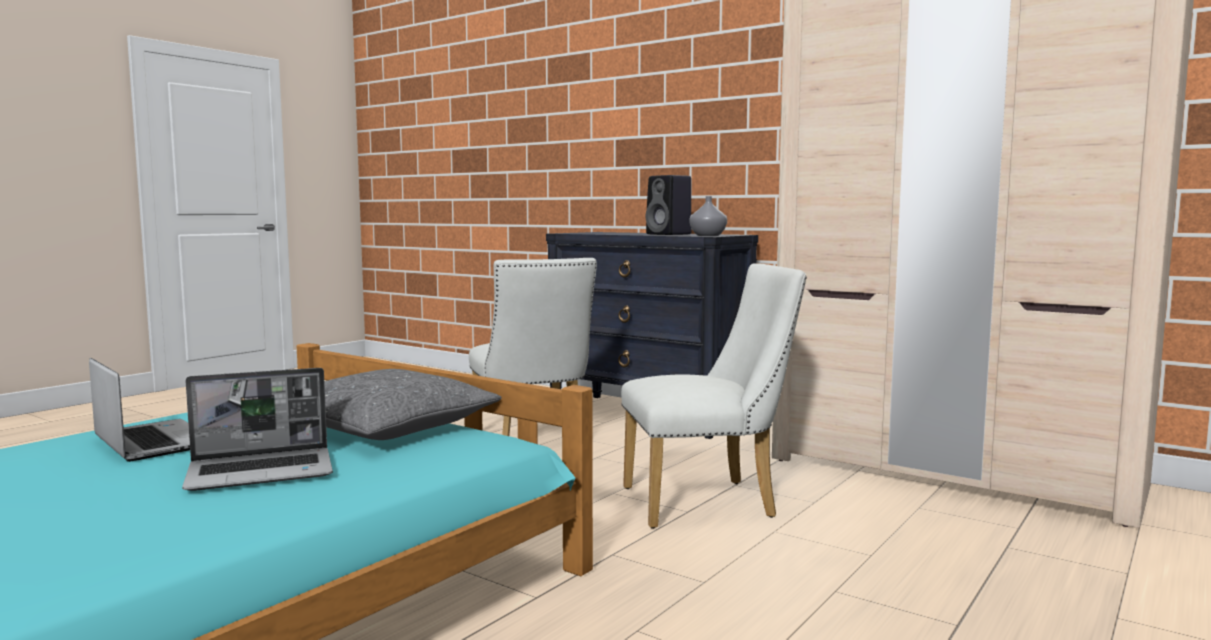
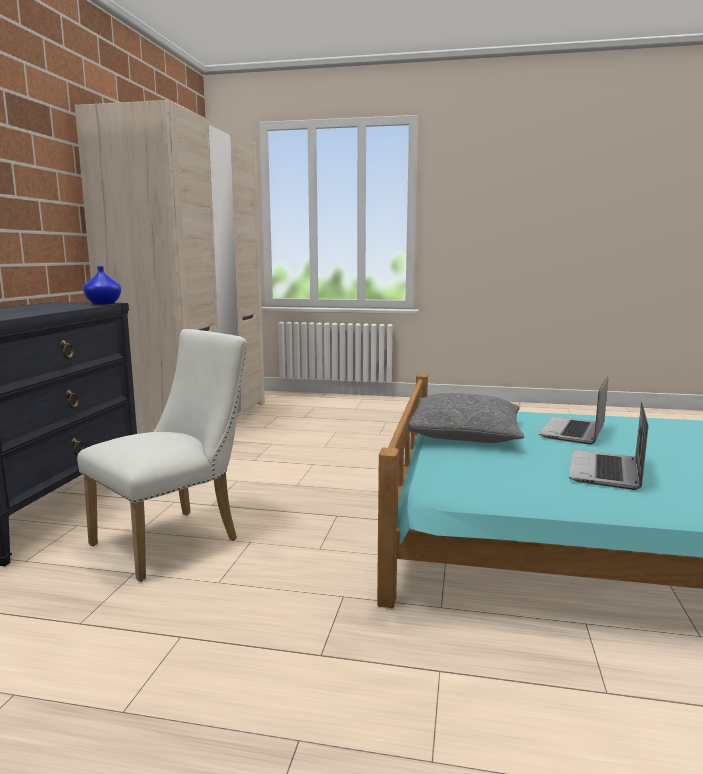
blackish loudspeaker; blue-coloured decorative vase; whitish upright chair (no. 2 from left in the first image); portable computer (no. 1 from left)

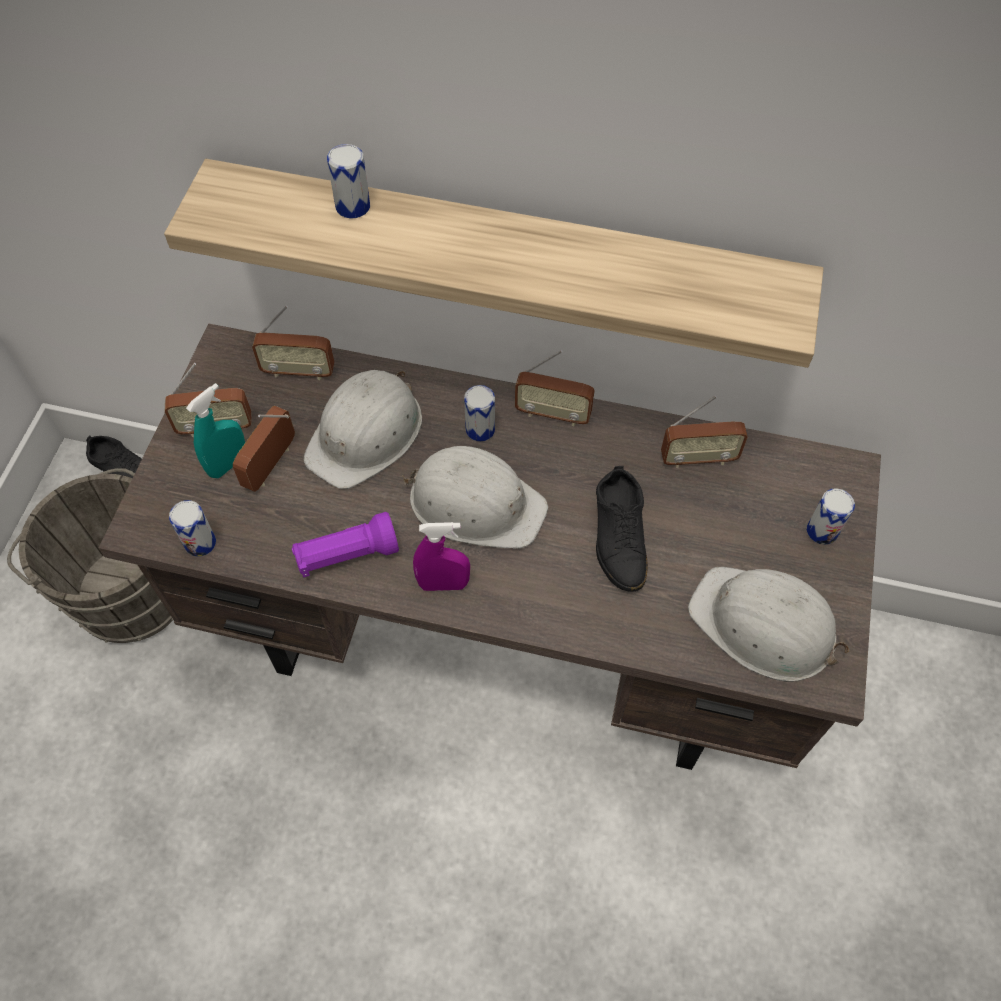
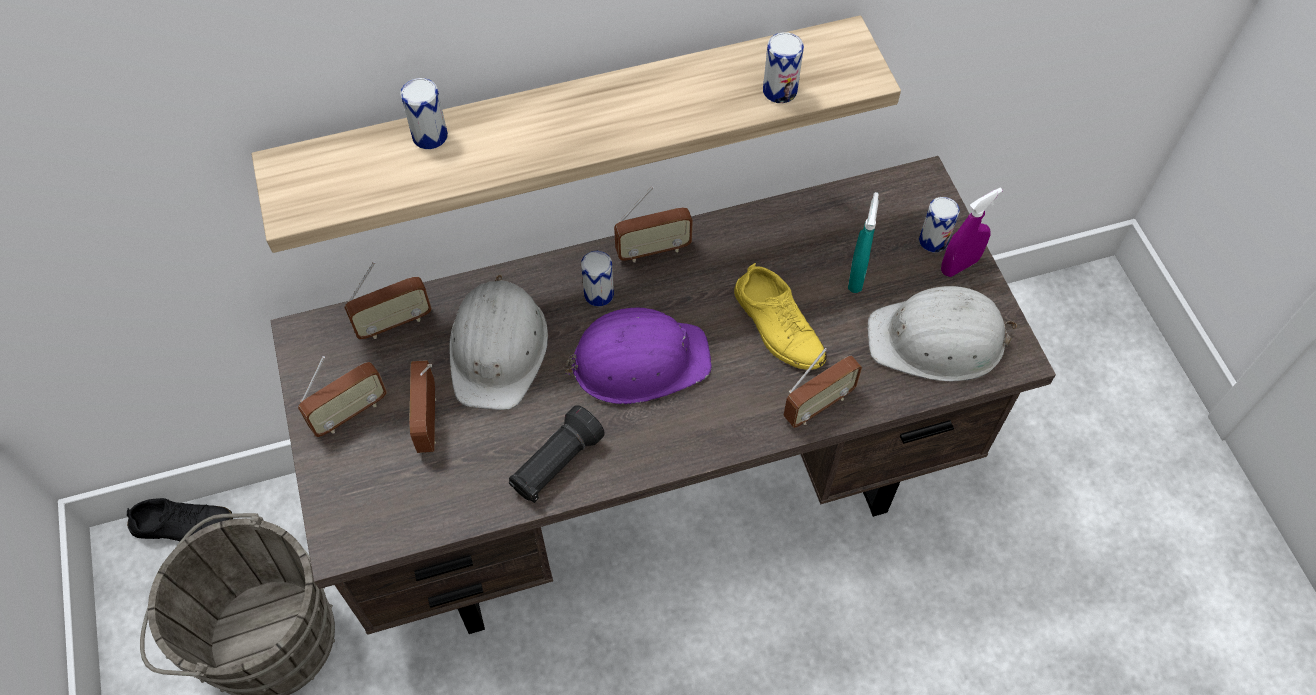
turquoise-coloured sprayer; radio receiver (no. 5 from left); purple-coloured work helmet; yellowish low shoe; metal can (no. 3 from left); blackish torch; purple-coloured sprayer

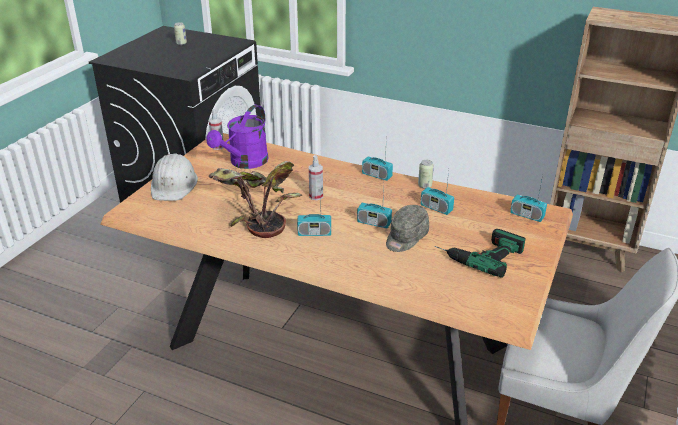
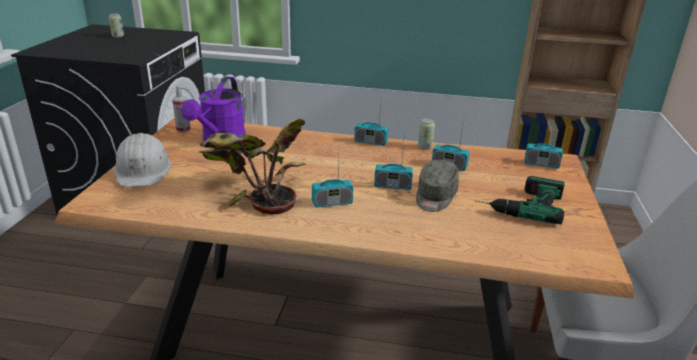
sprayer (no. 2 from left in the first image)

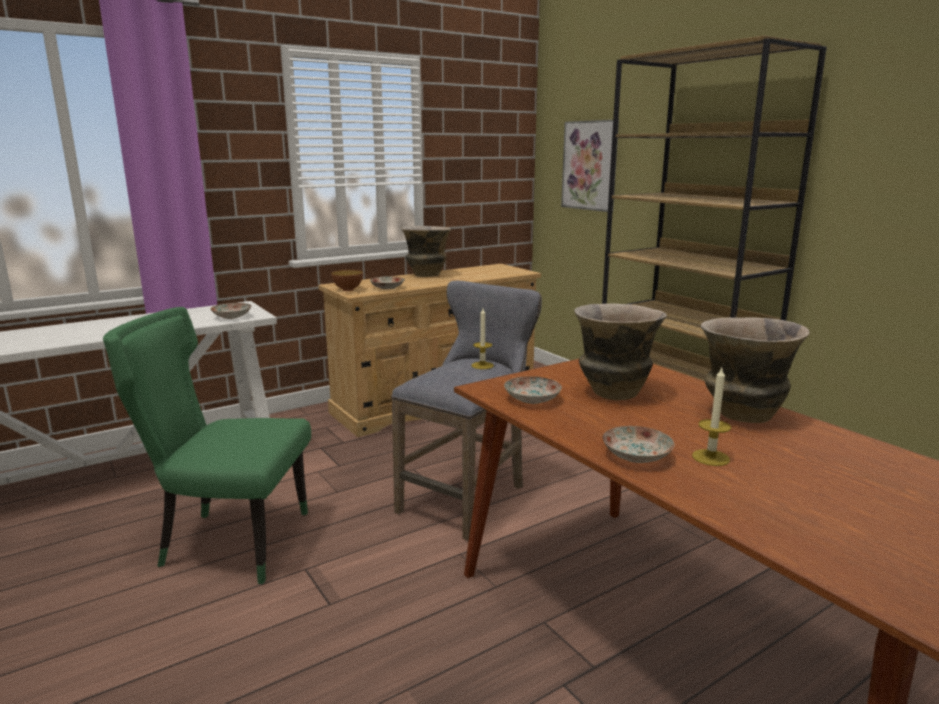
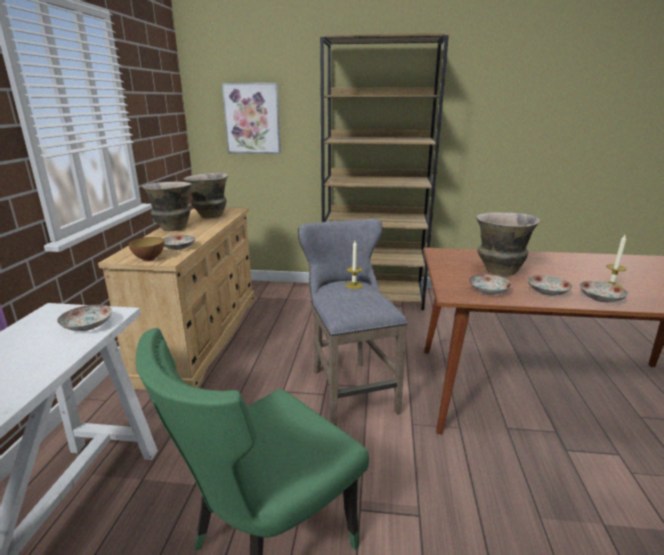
decorative vase (no. 2 from left); dinner plate (no. 4 from left)

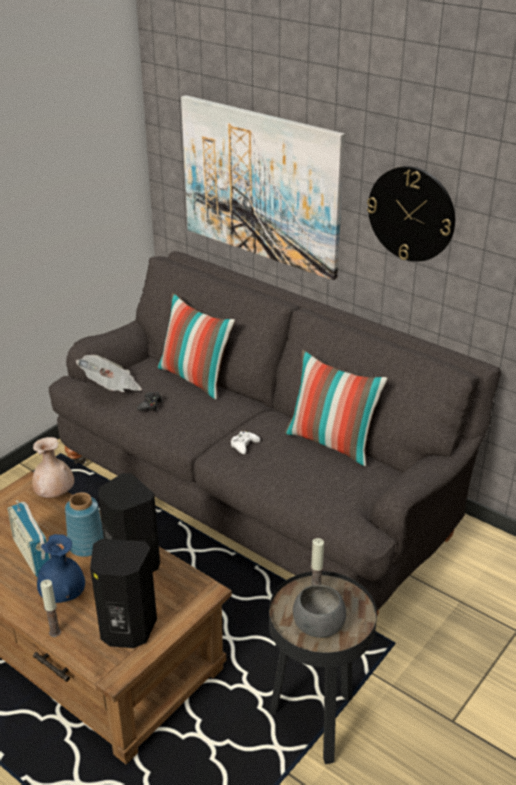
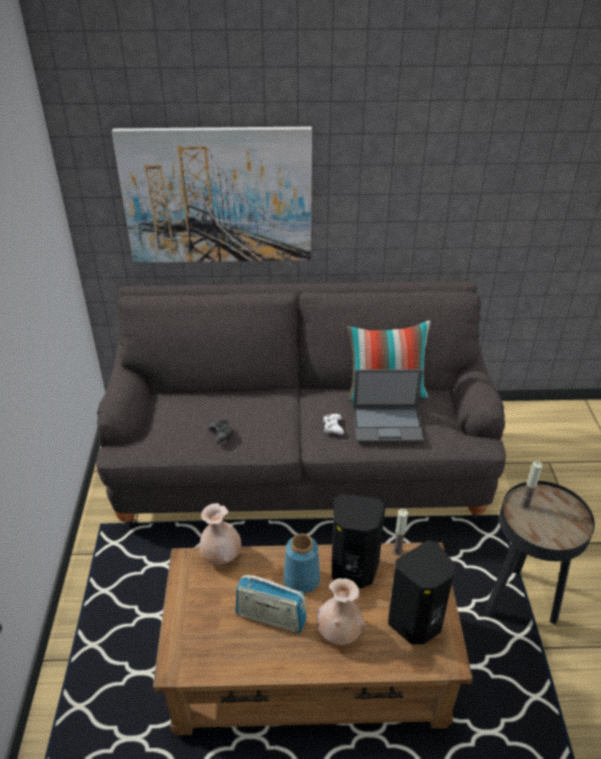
hanging clock; cushion (no. 1 from left in the first image); printed paper; beige decorative vase (no. 2 from left); wax candle (no. 1 from left); greyish serving bowl; portable computer

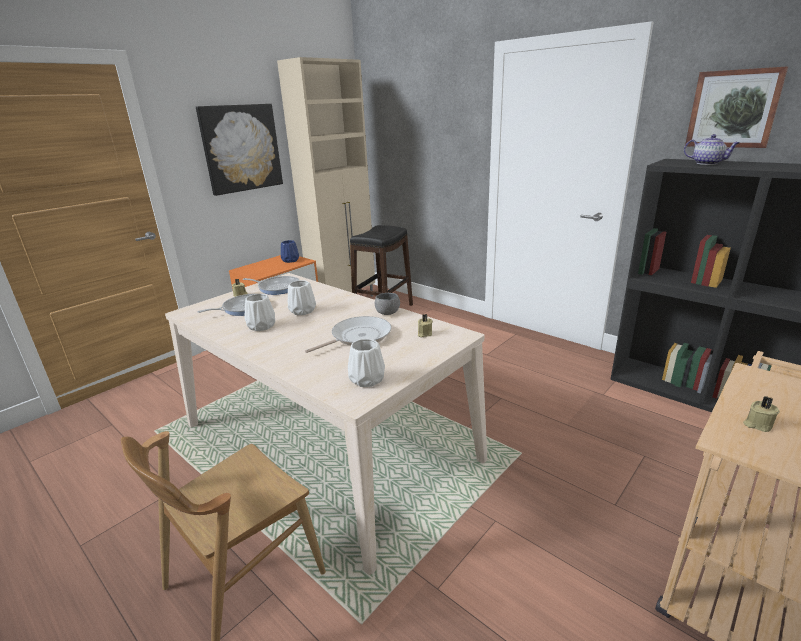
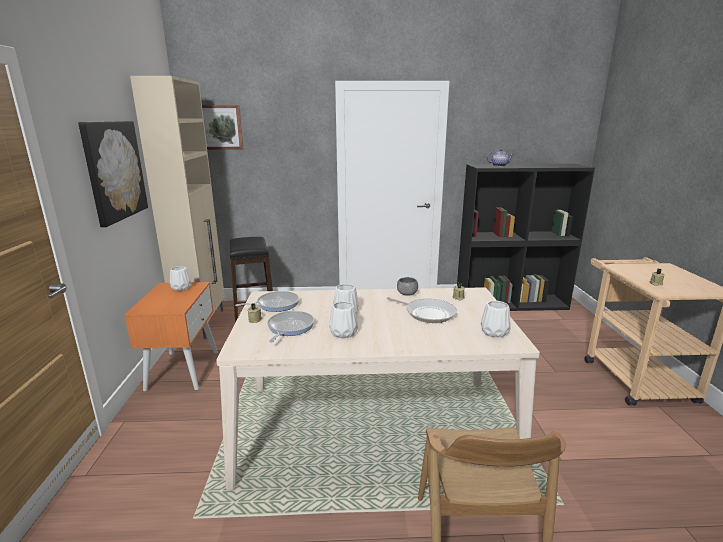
wall art (no. 2 from left); whitish decorative vase (no. 1 from left); frying pan (no. 3 from left)

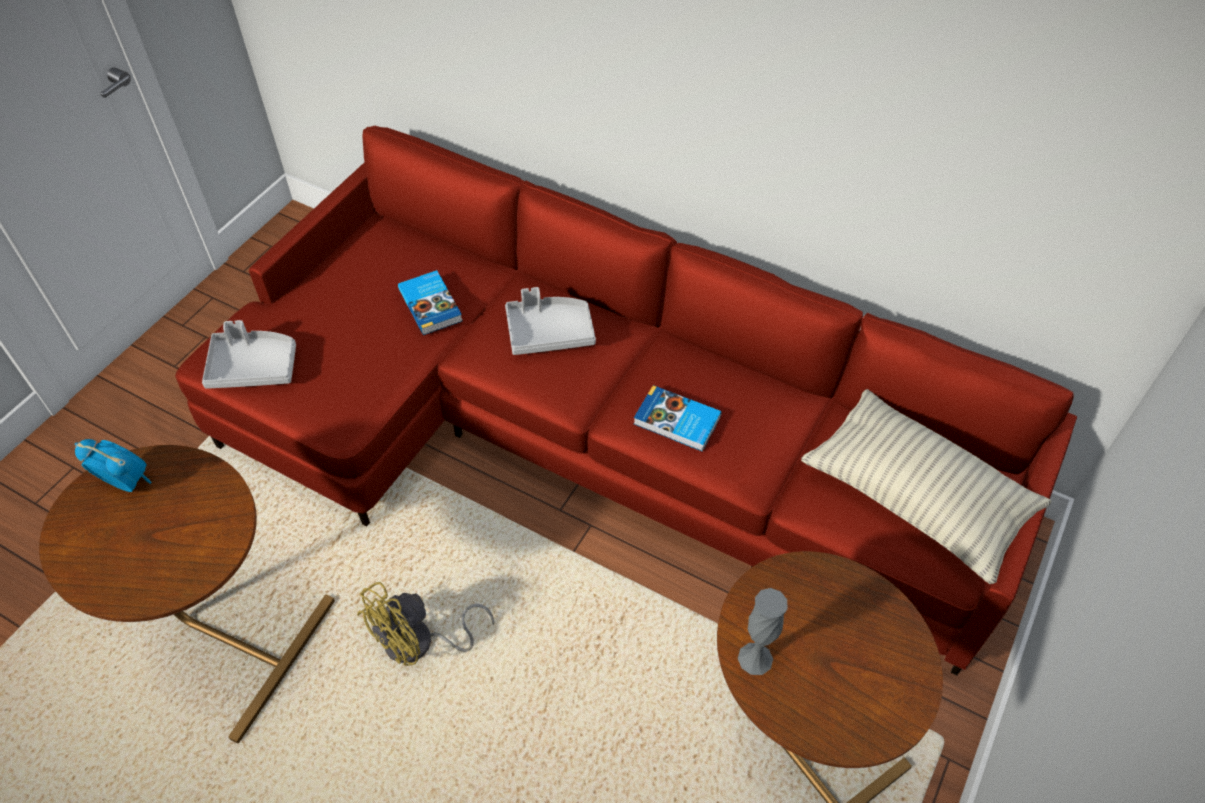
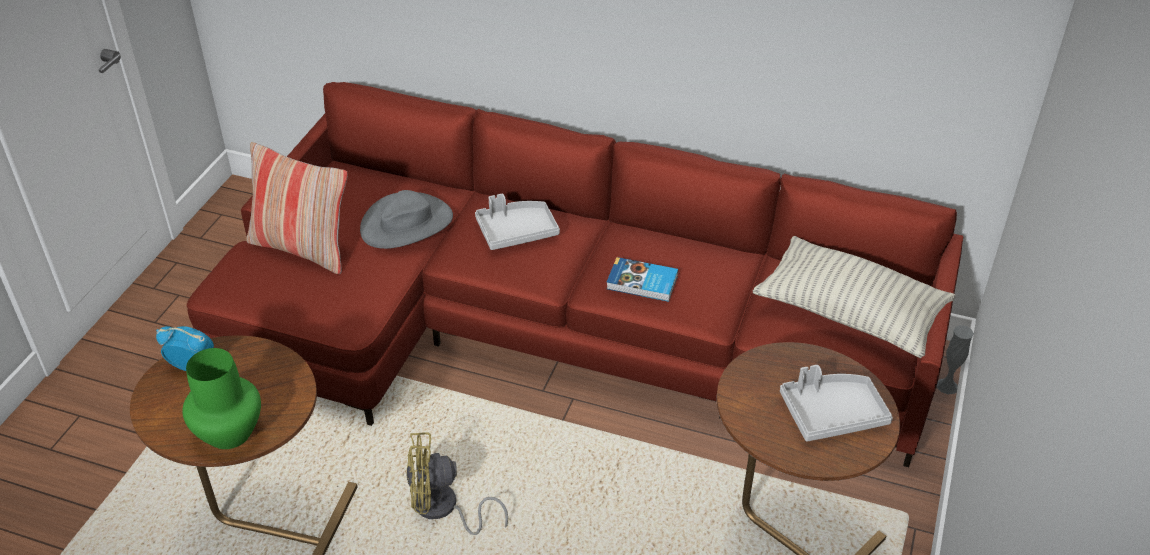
greyish hat; greyish serving tray (no. 2 from left); yellowish cooling fan; greyish decorative vase; cushion (no. 1 from left); green decorative vase

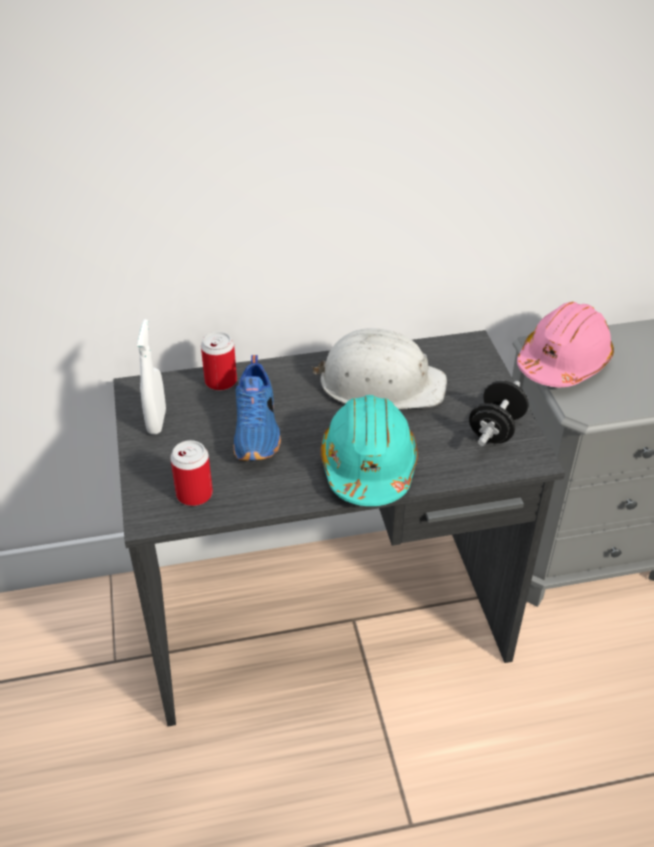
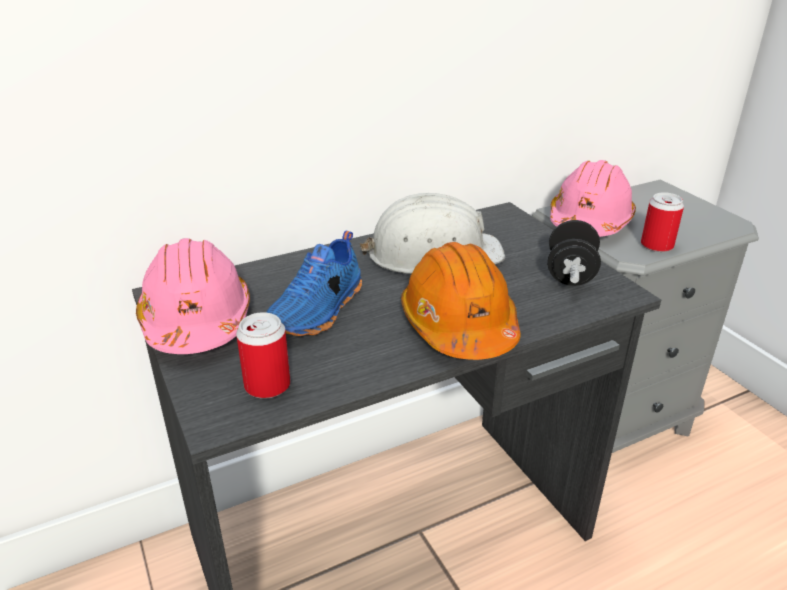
pink work helmet (no. 1 from left); metal can (no. 2 from left); blue-coloured low shoe; orange-coloured work helmet

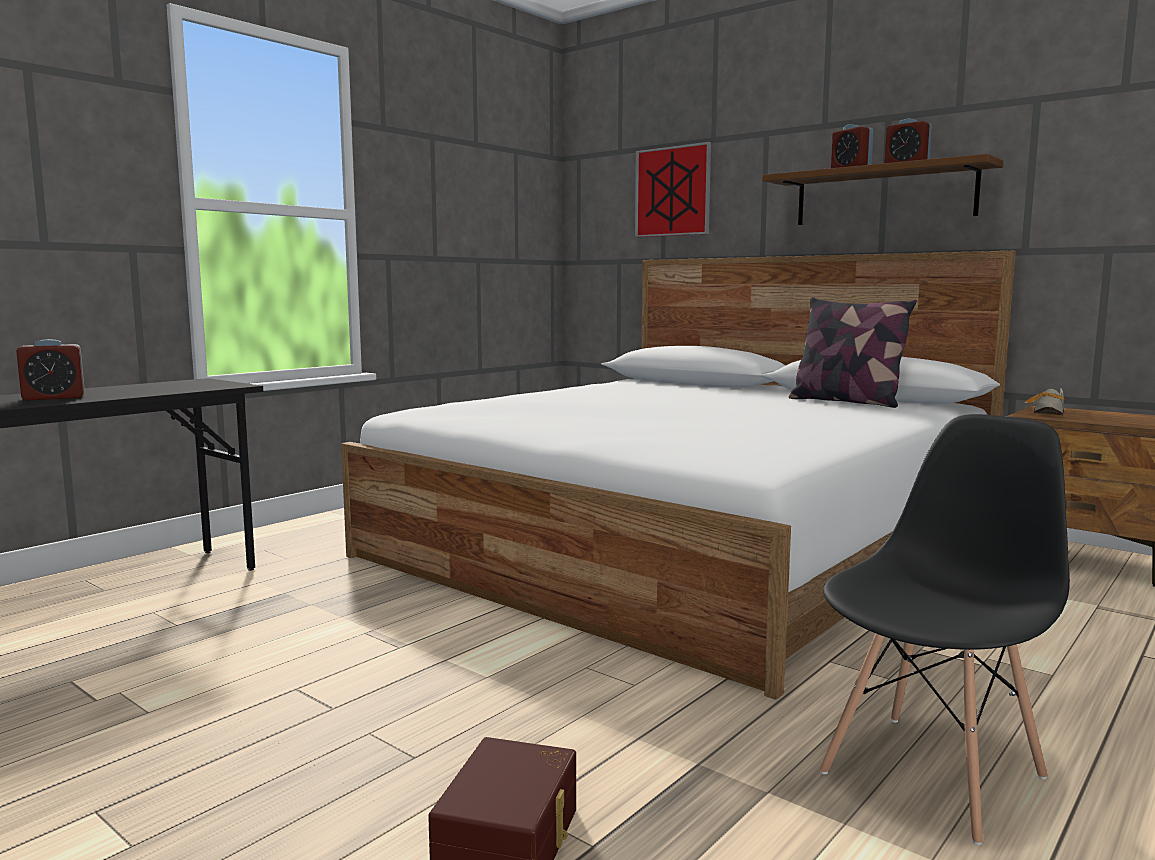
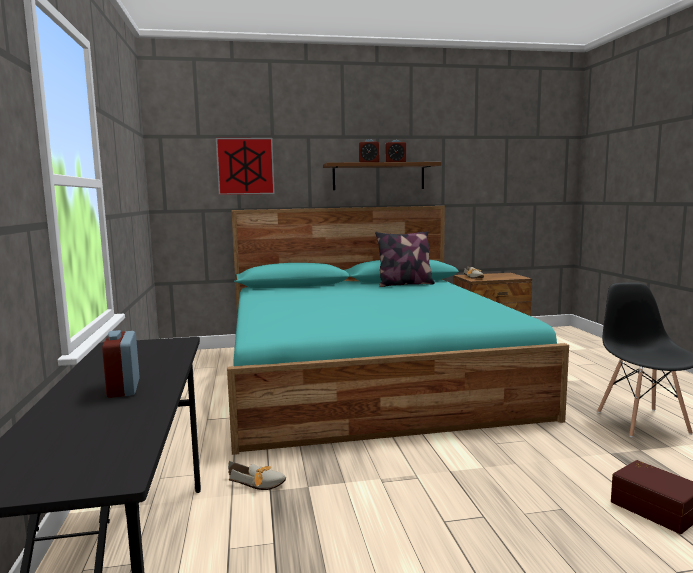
turquoise-coloured bedroom bed; bedside clock (no. 1 from left); low shoe (no. 1 from left)

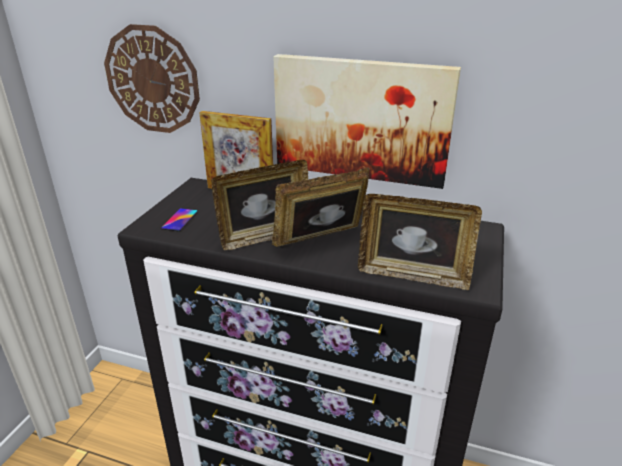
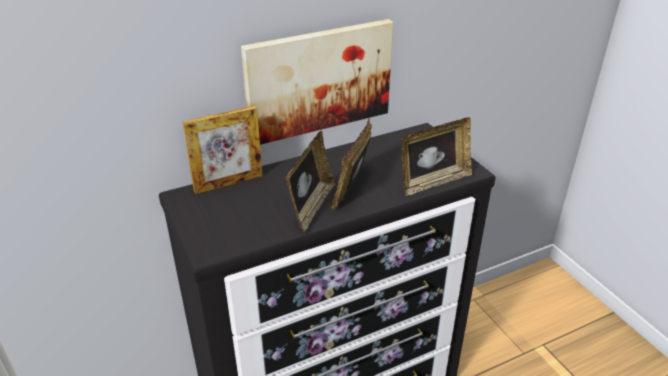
hanging clock; handset

